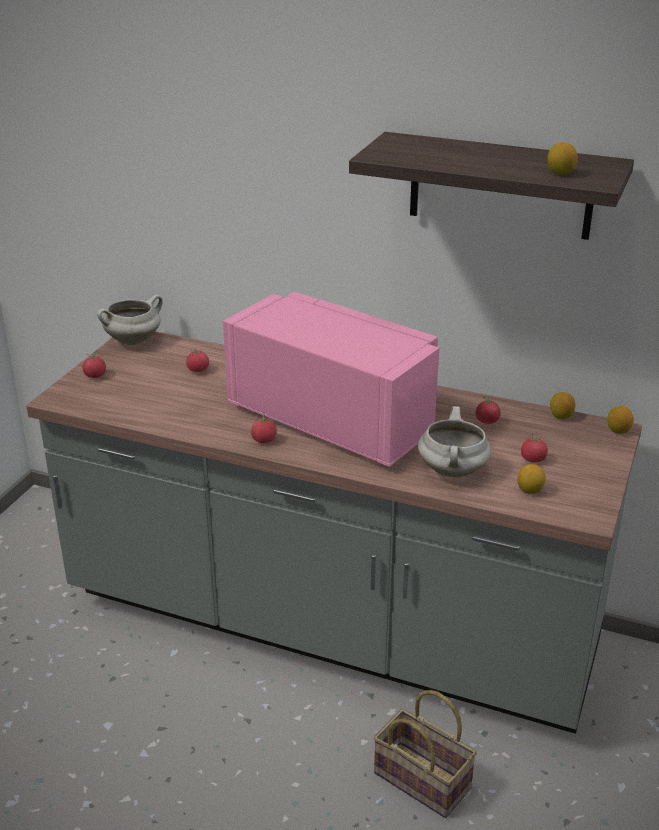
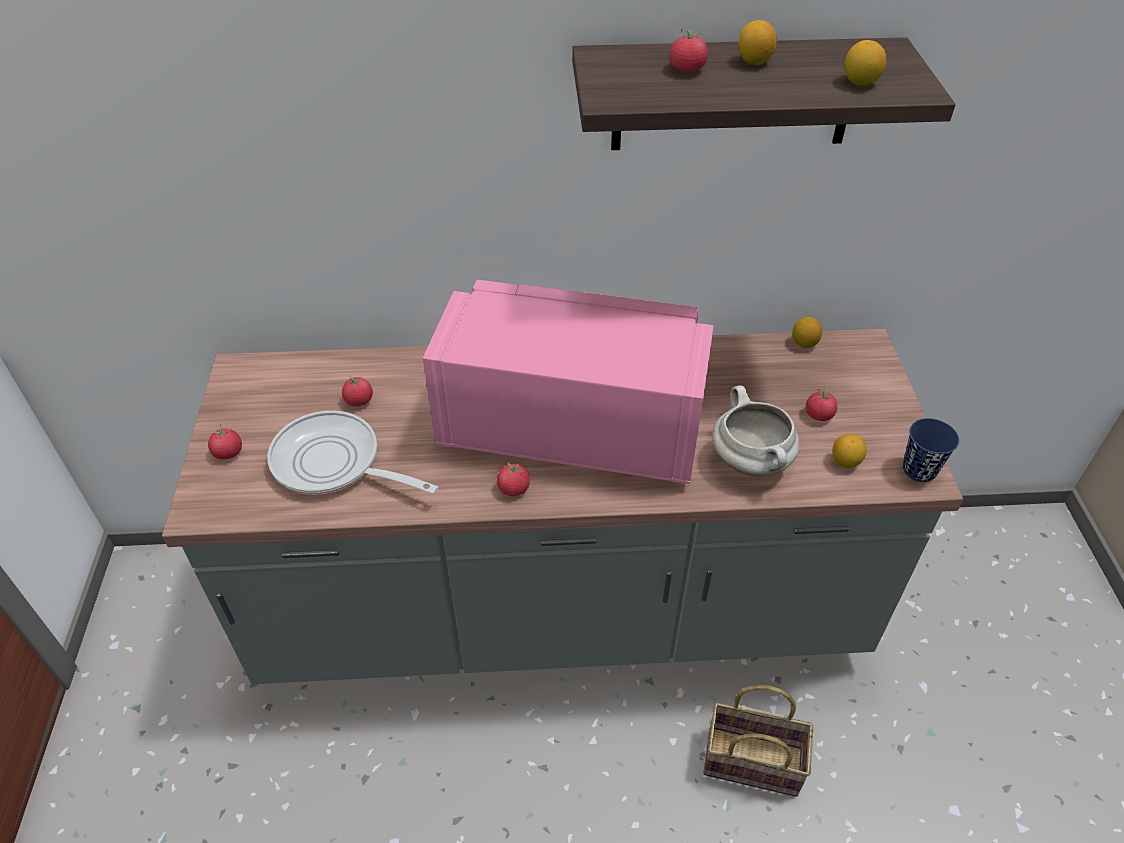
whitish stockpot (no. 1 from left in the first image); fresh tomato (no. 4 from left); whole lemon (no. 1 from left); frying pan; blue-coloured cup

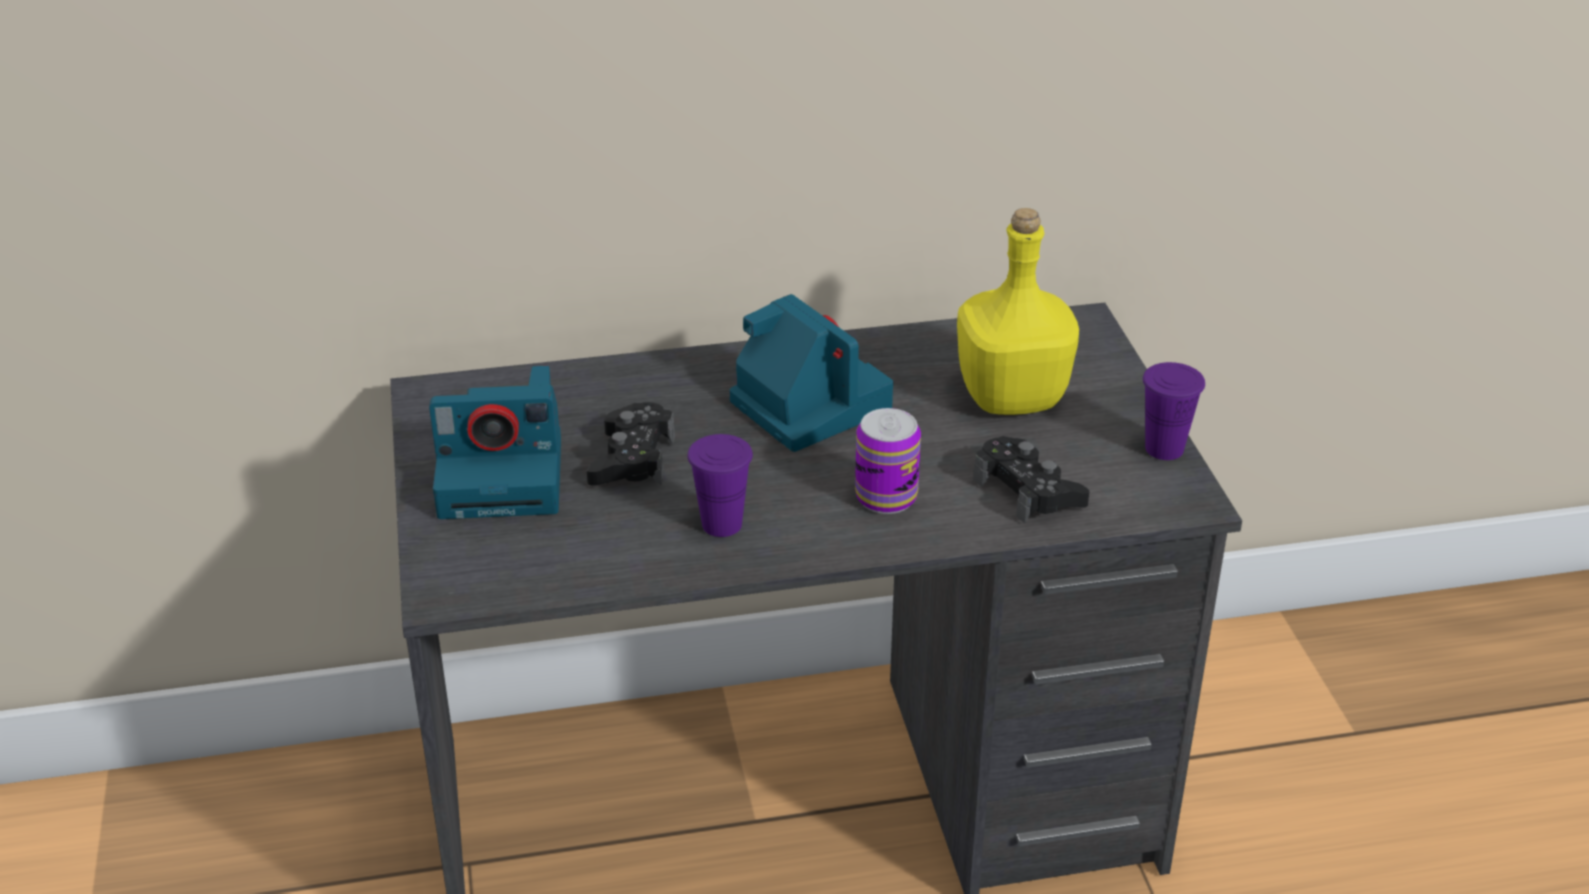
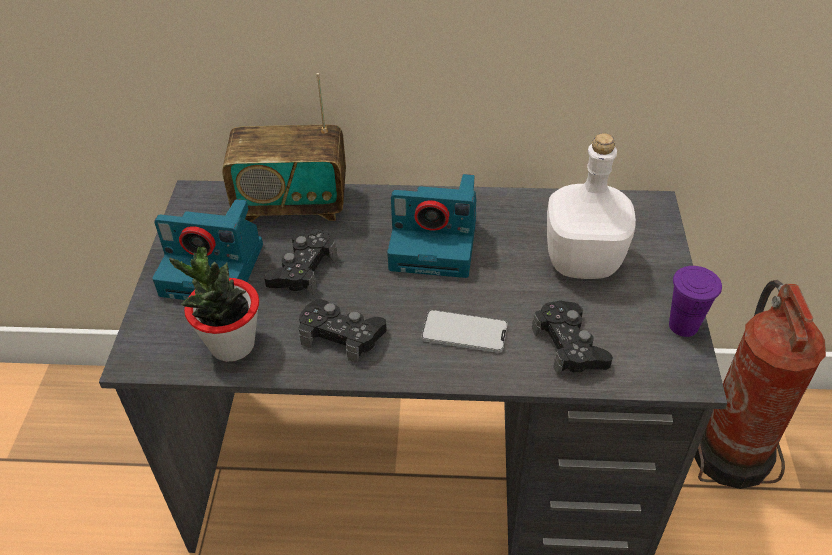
whitish beverage bottle; still camera (no. 2 from left); handset; blackish gamepad (no. 2 from left); radio receiver; plant in a pot; fire extinguisher

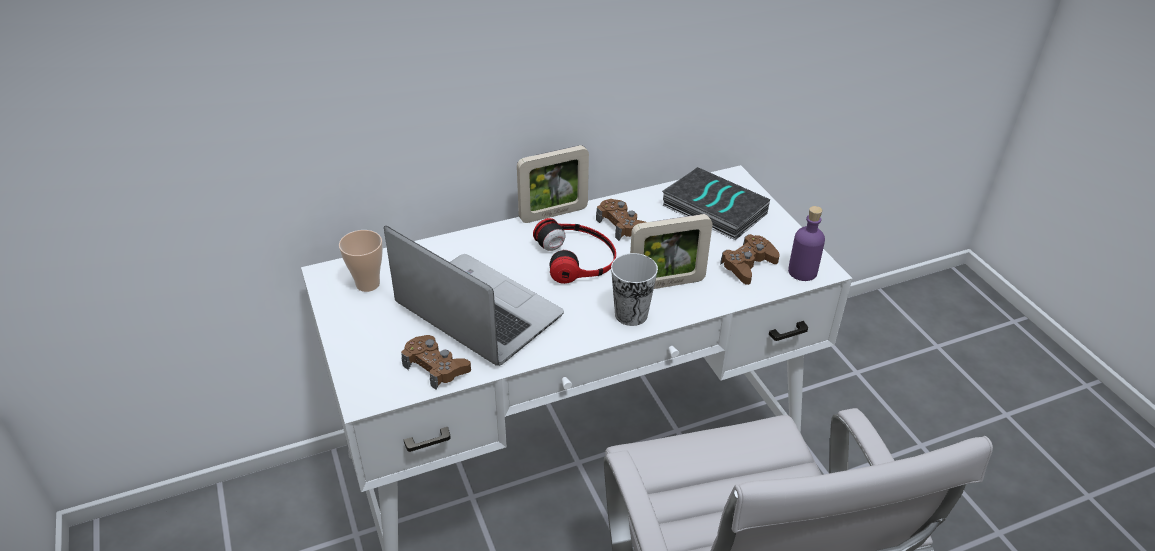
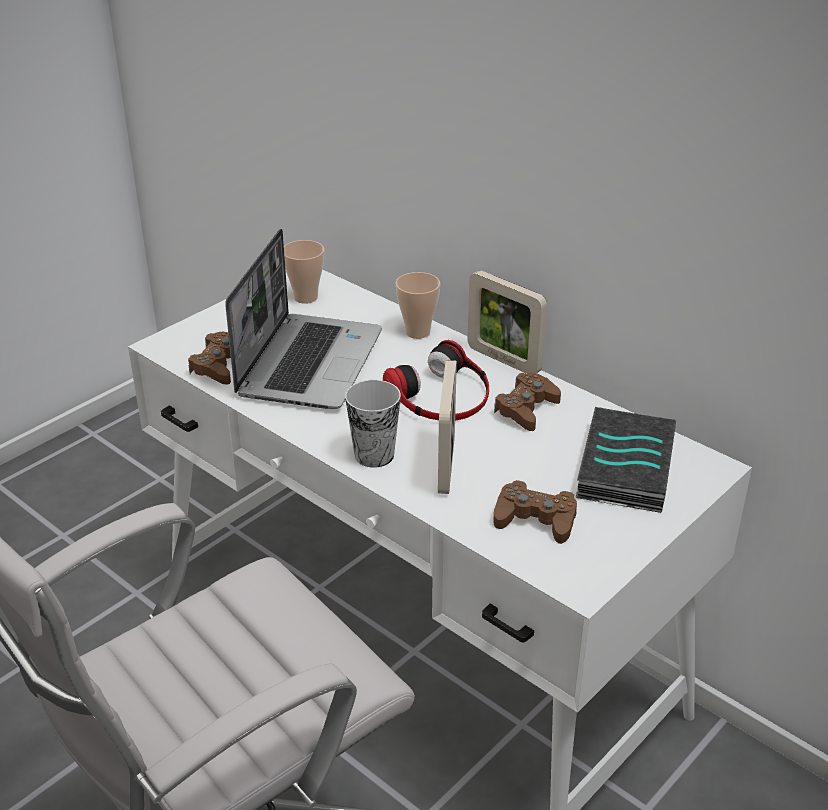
purple-coloured beverage bottle; standing frame (no. 1 from left); cup (no. 3 from left)

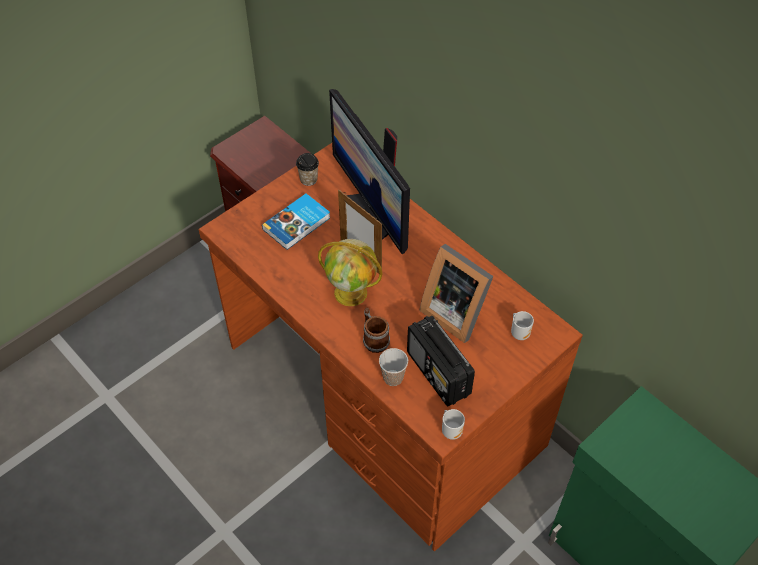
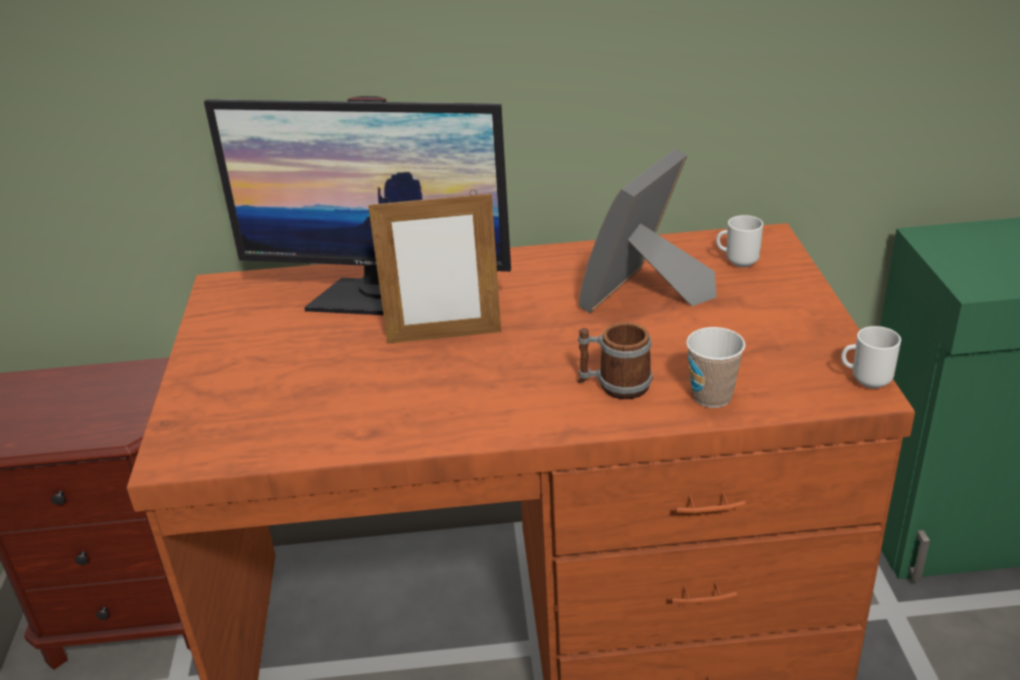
cup (no. 1 from left in the first image); volume; desk globe; standing frame (no. 2 from left); radio receiver

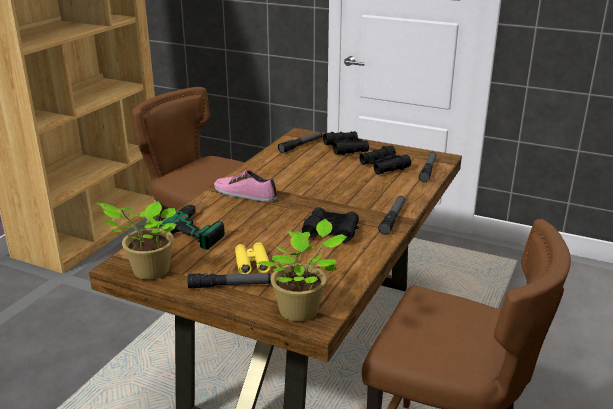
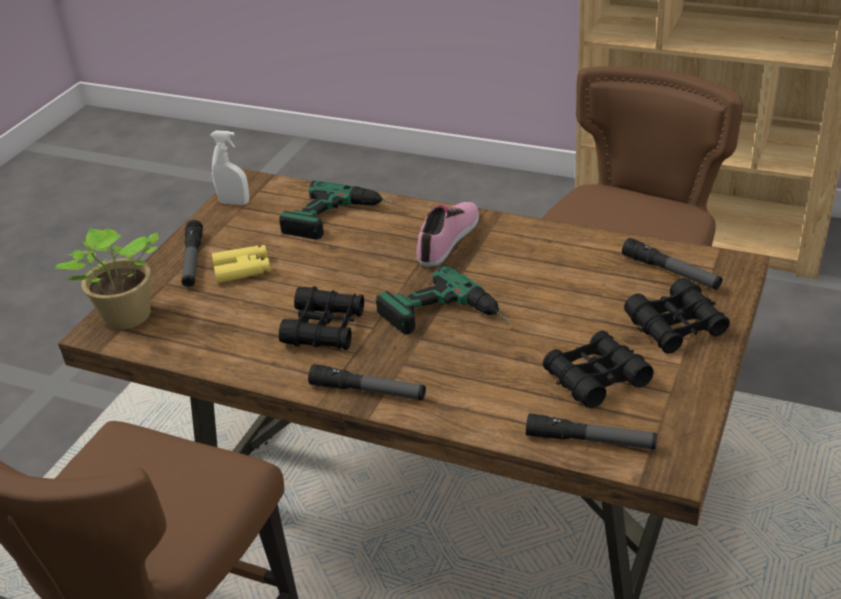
whitish sprayer; power drill (no. 2 from left)

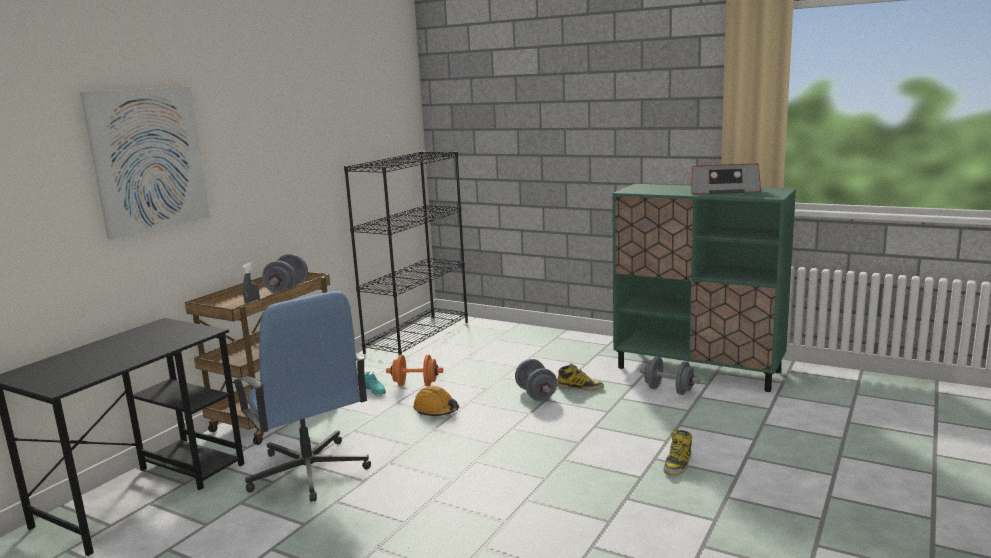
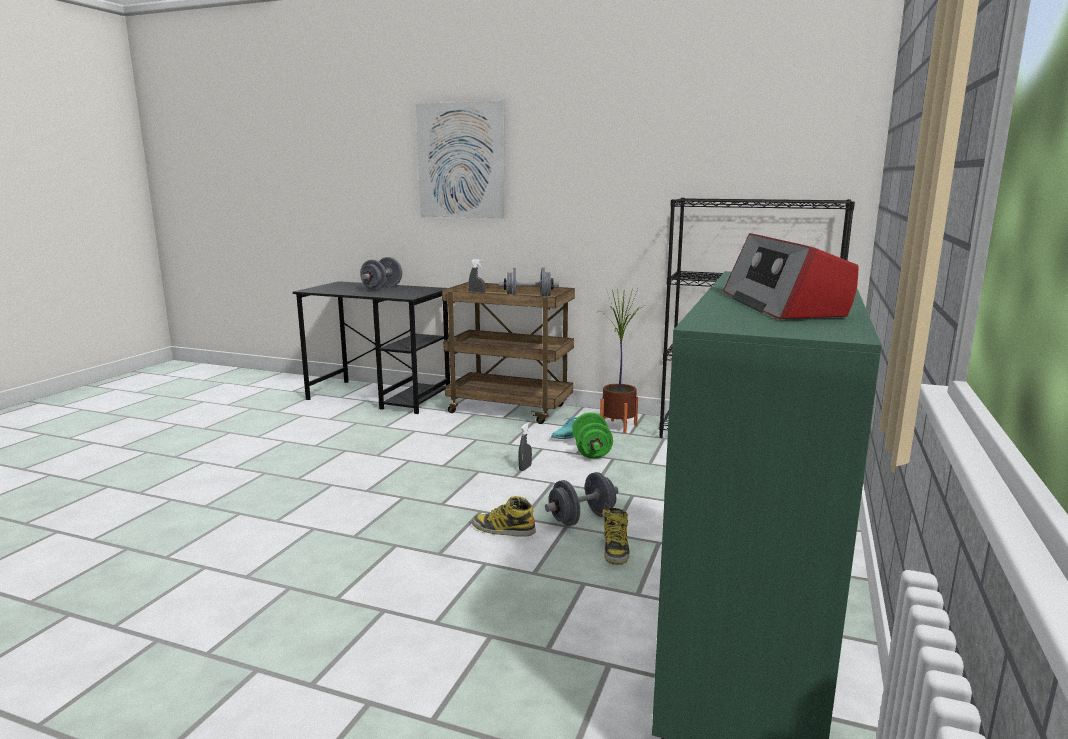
blue-coloured office chair; green hand weight; greyish hand weight (no. 1 from left); greyish sprayer (no. 2 from left); tall boot (no. 1 from left); plant in a pot

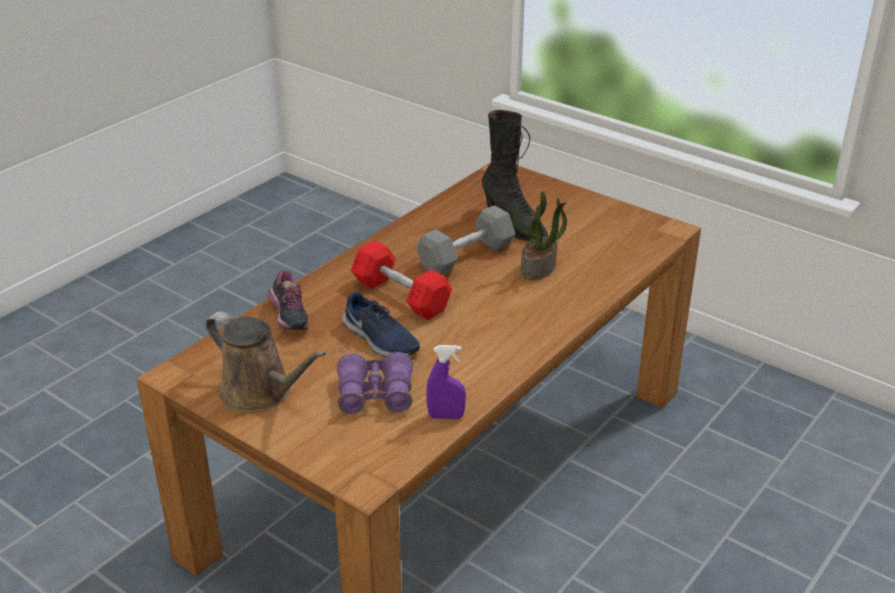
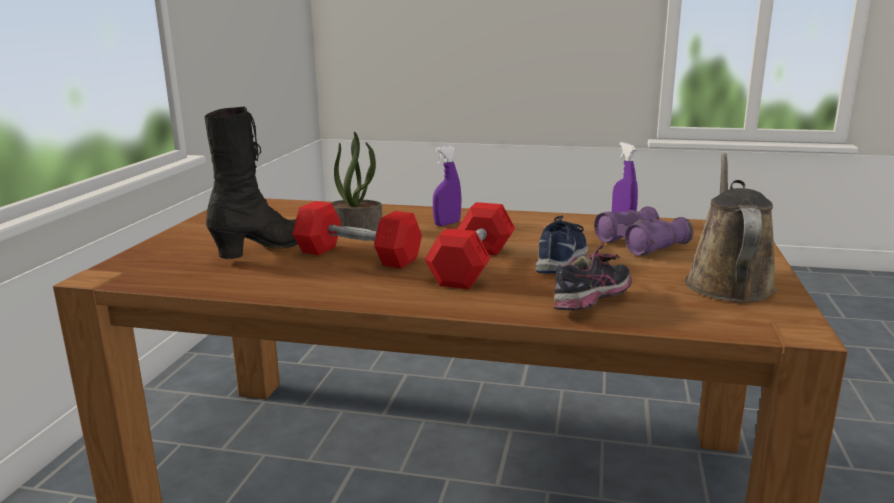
red-coloured hand weight (no. 1 from left); purple-coloured sprayer (no. 1 from left)

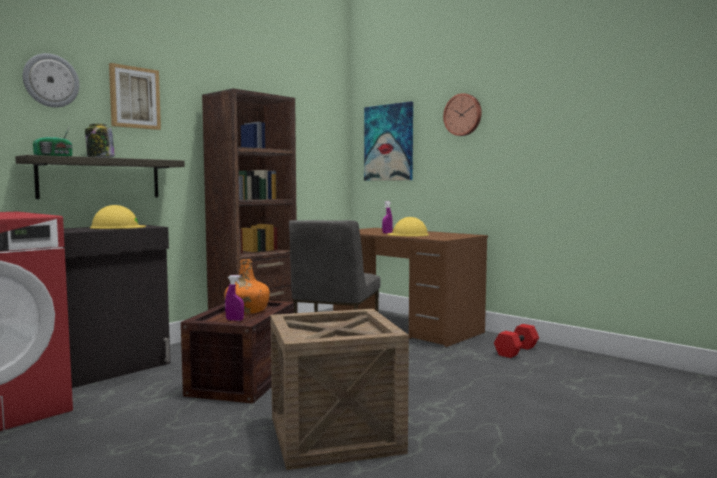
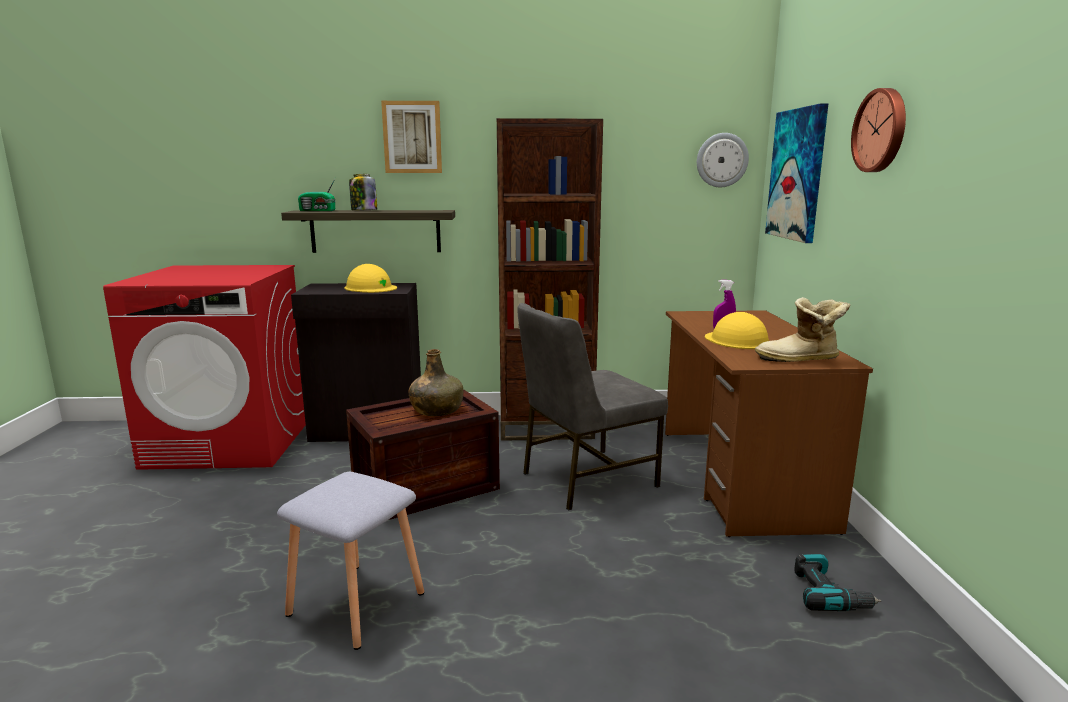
hanging clock (no. 1 from left); green beverage bottle; purple-coloured sprayer (no. 1 from left in the first image); greyish sitting stool; power drill; tall boot

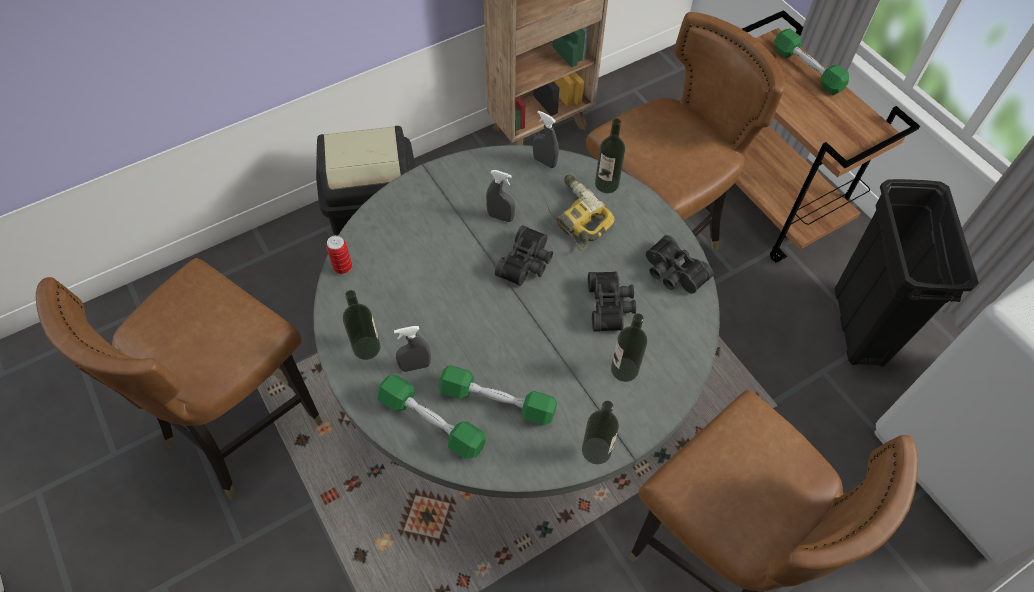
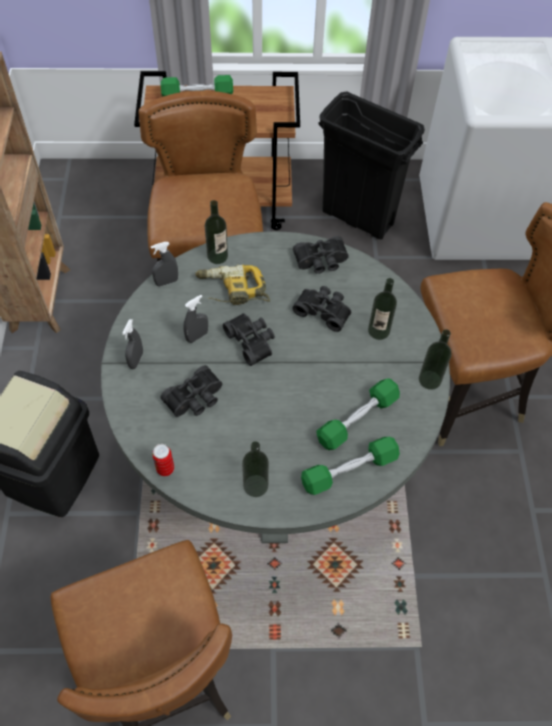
greyish sprayer (no. 1 from left); blackish binoculars (no. 1 from left)

